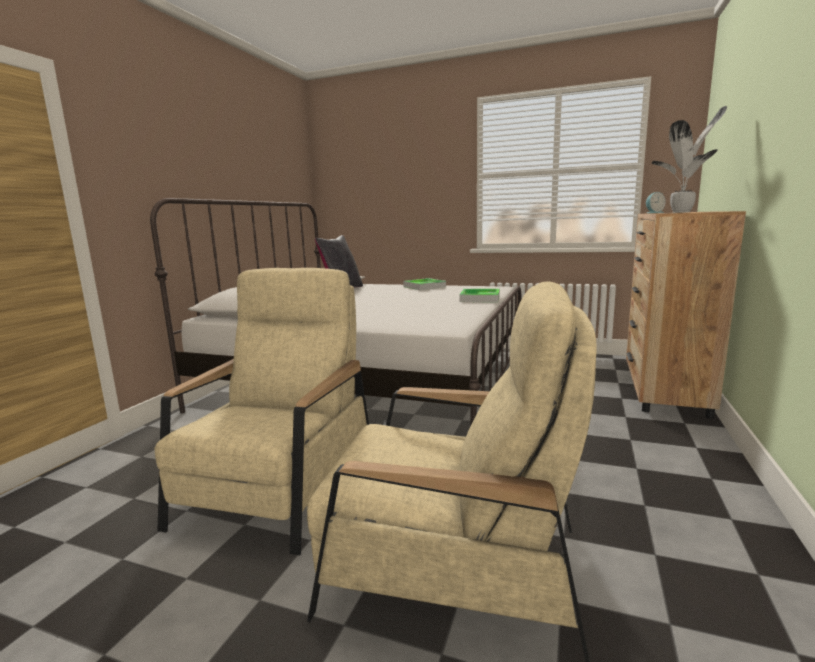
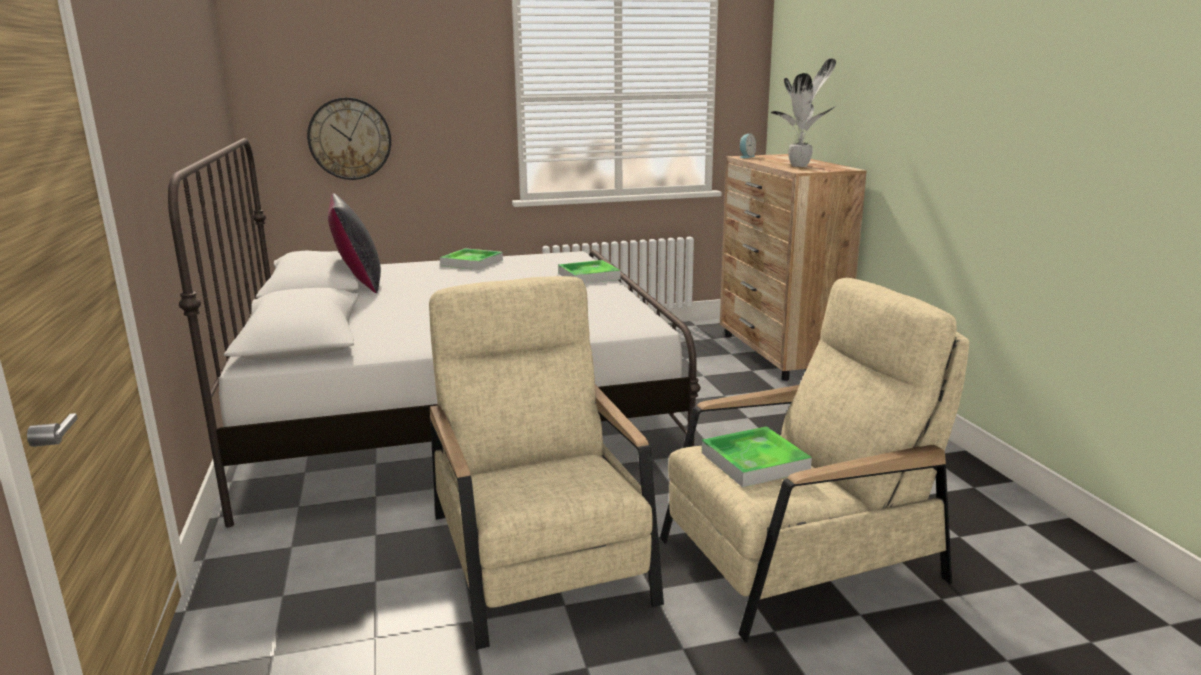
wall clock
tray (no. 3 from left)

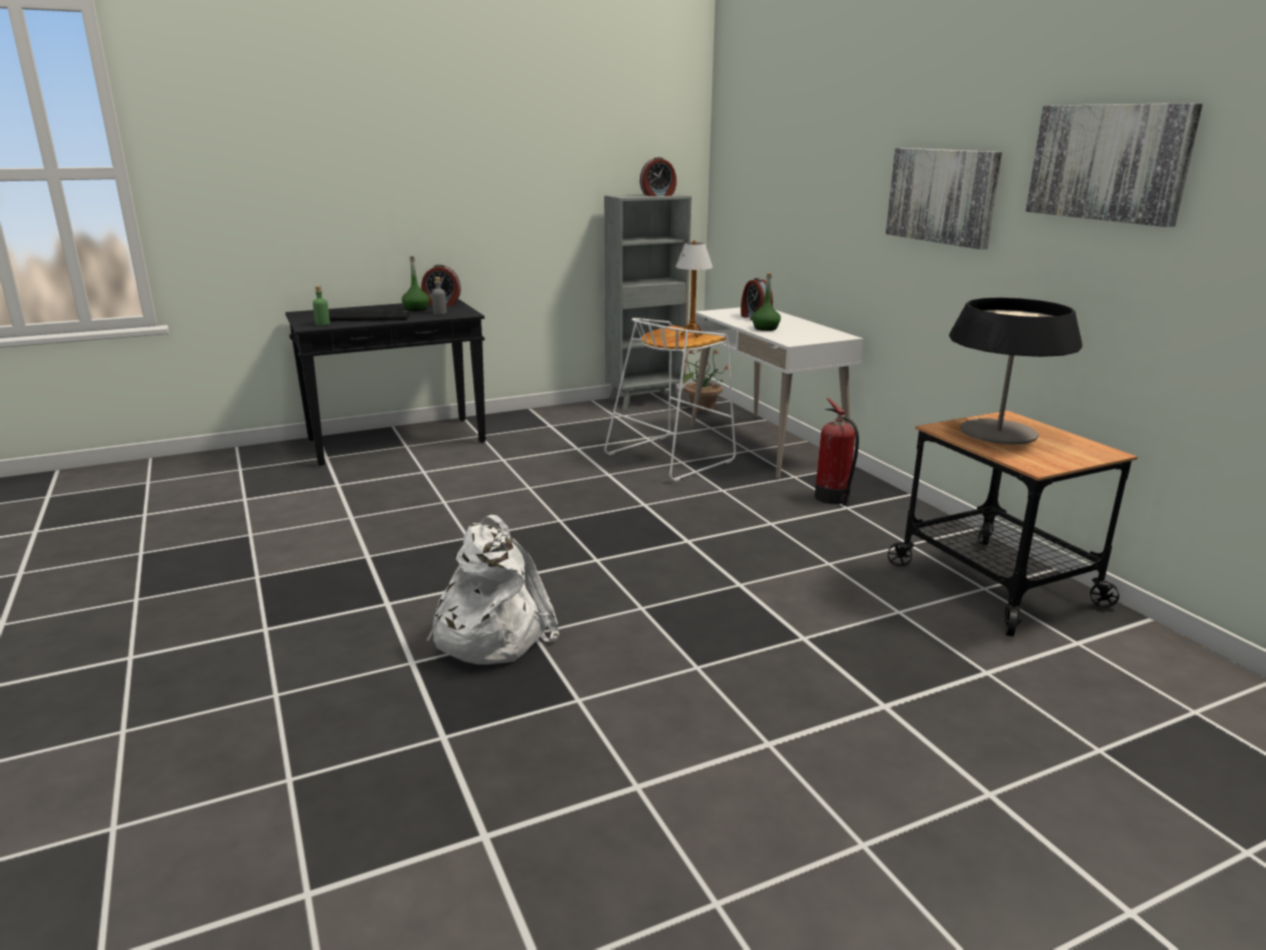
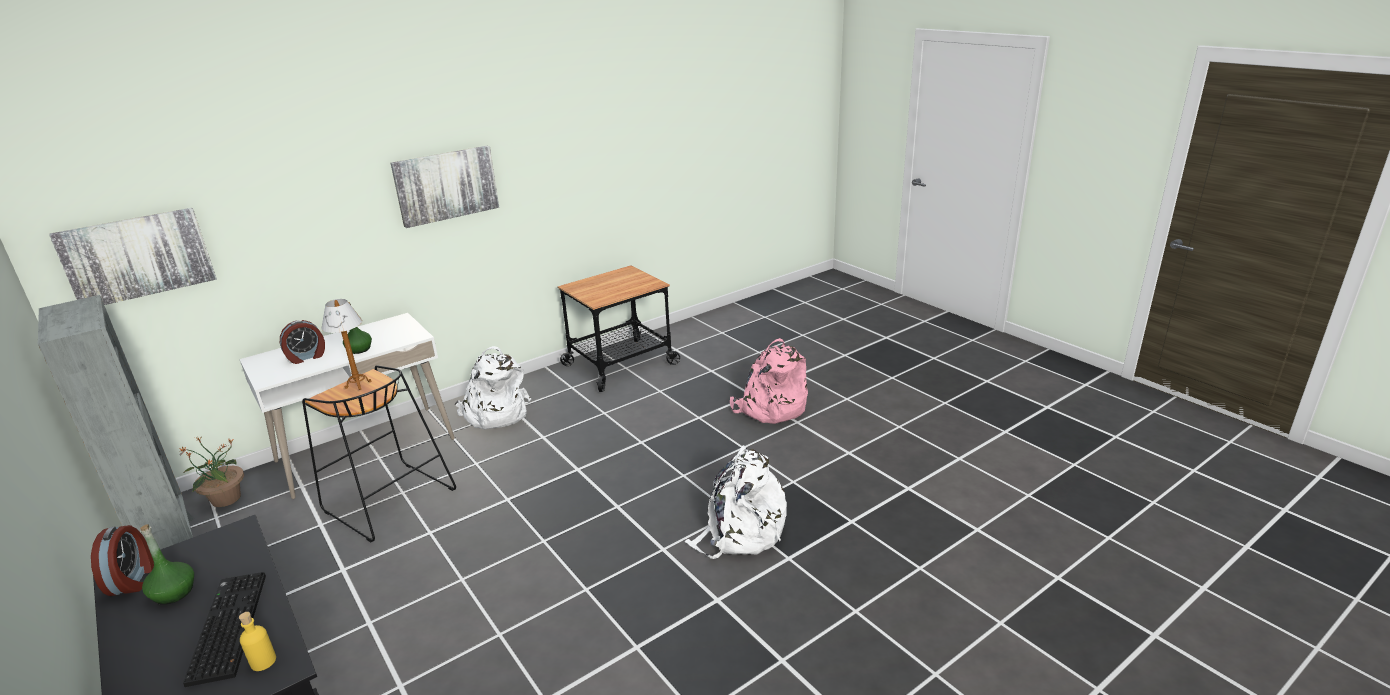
picture (no. 1 from left)
alarm clock (no. 2 from left in the first image)
bottle in grey
bottle in yellow
table lamp (no. 2 from left in the first image)
stool in black
backpack in white (no. 1 from left)
backpack in pink

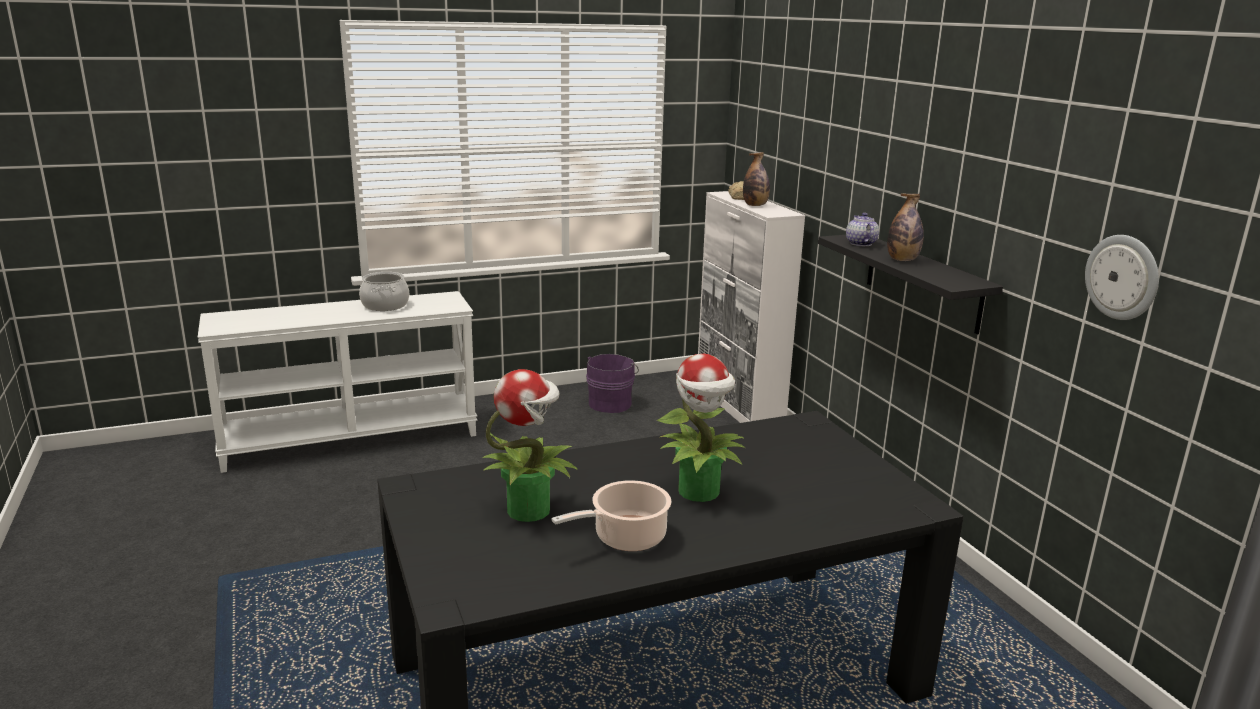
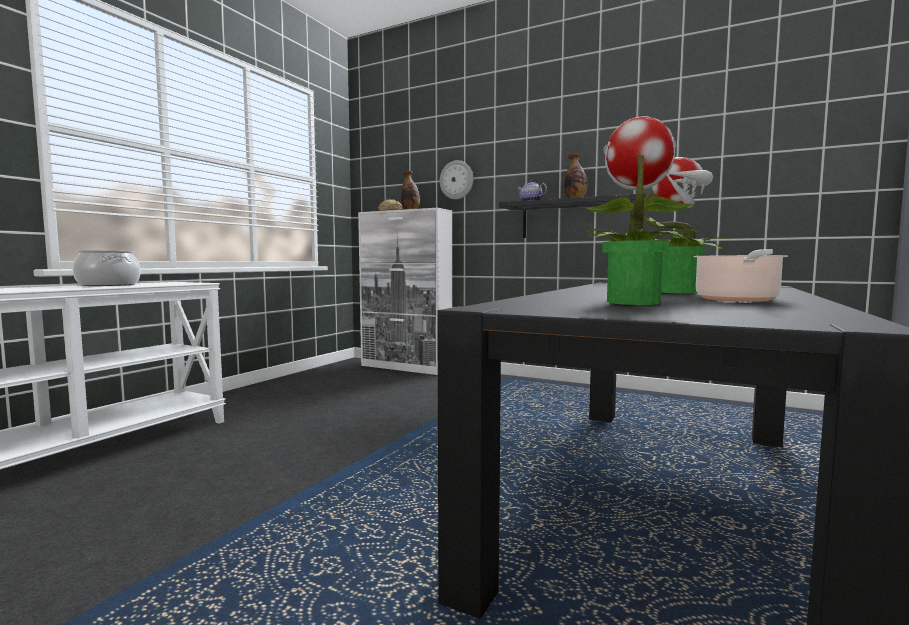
wall clock
bucket in purple

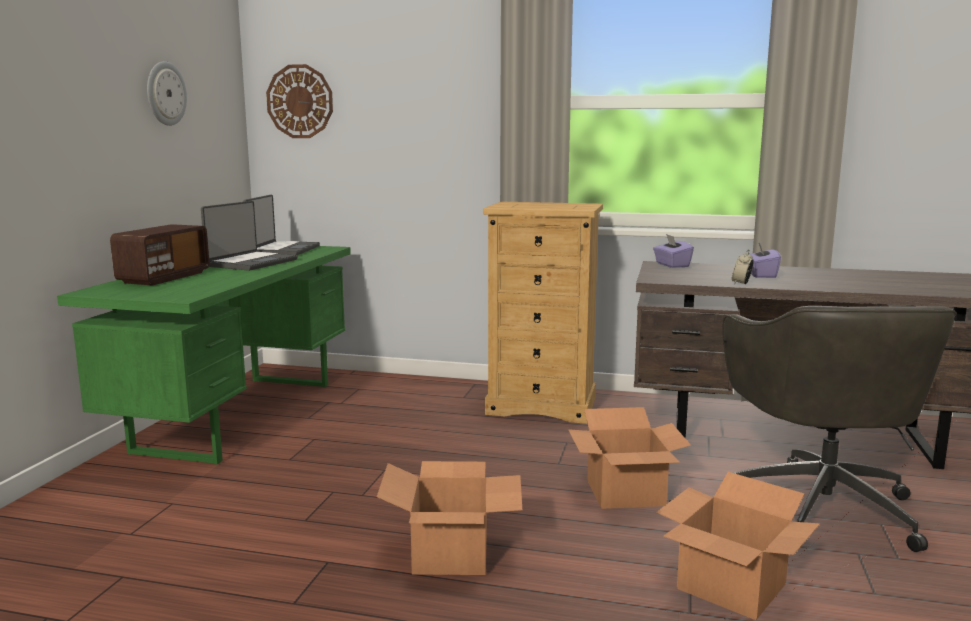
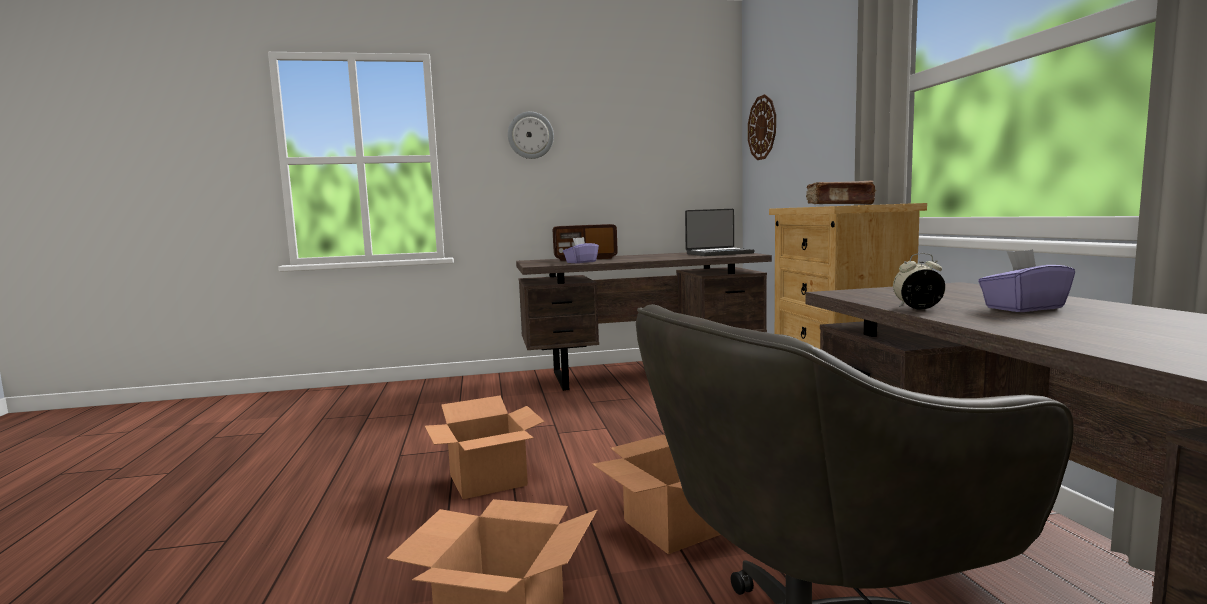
wall clock (no. 1 from left)
laptop (no. 1 from left in the first image)
tissue box in purple (no. 1 from left)
desk in brown (no. 1 from left)
book in brown

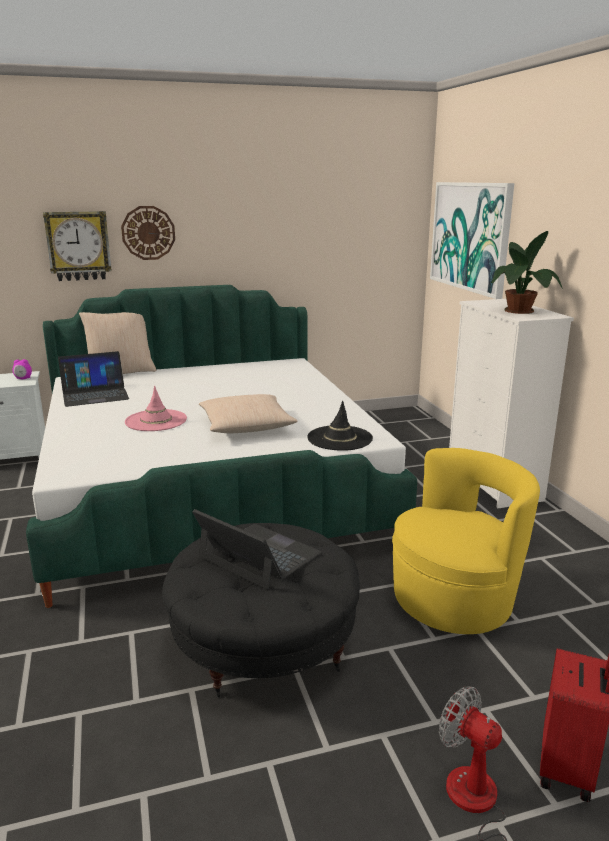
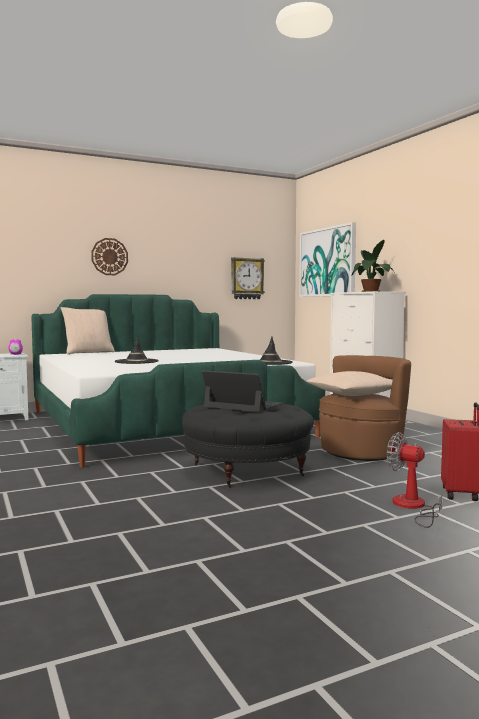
wall clock (no. 2 from left)
laptop (no. 1 from left in the first image)
hat in black (no. 1 from left)
pillow in beige (no. 2 from left)
armchair in brown

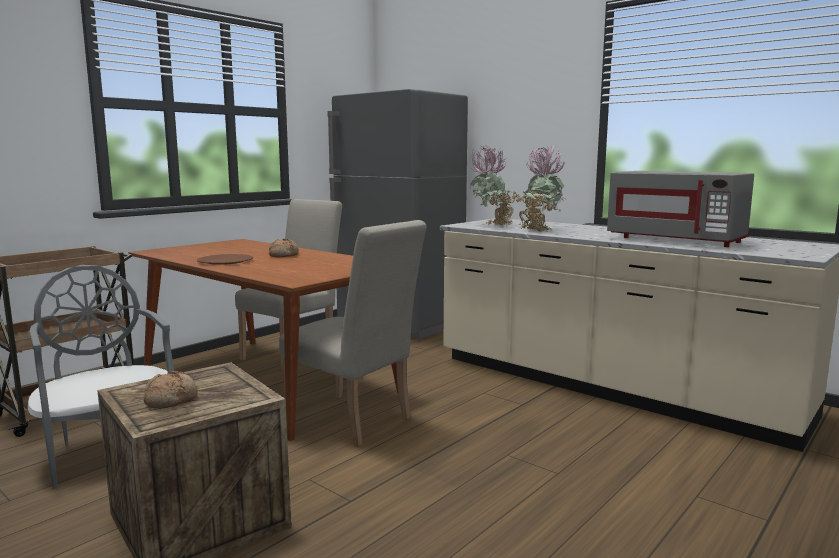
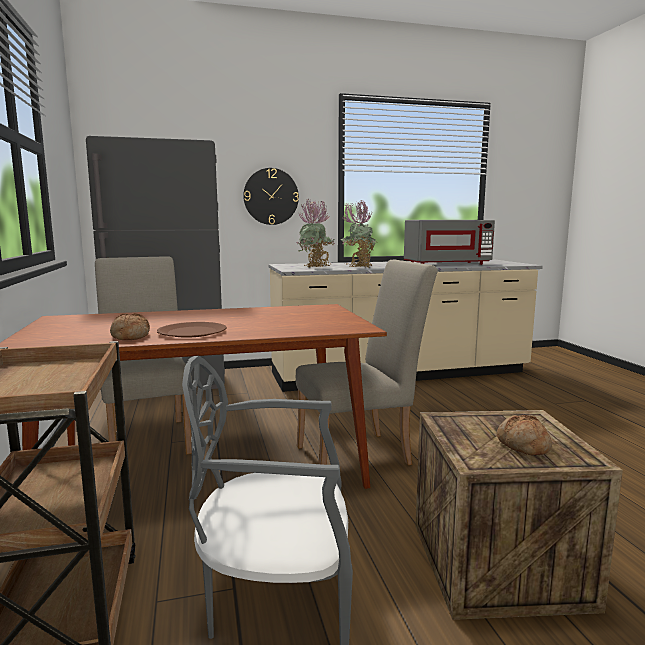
bread (no. 1 from left)
wall clock

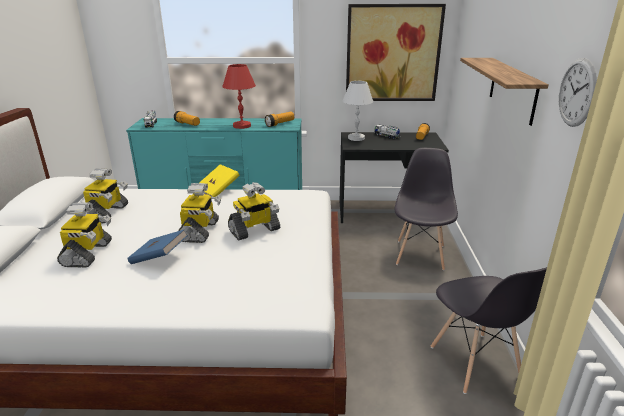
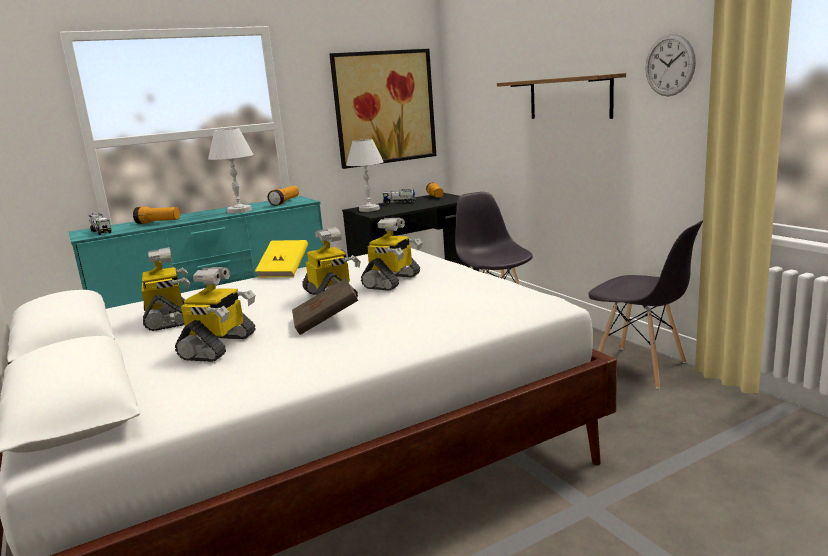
table lamp in white (no. 1 from left)
toy robot (no. 2 from left)
book in brown

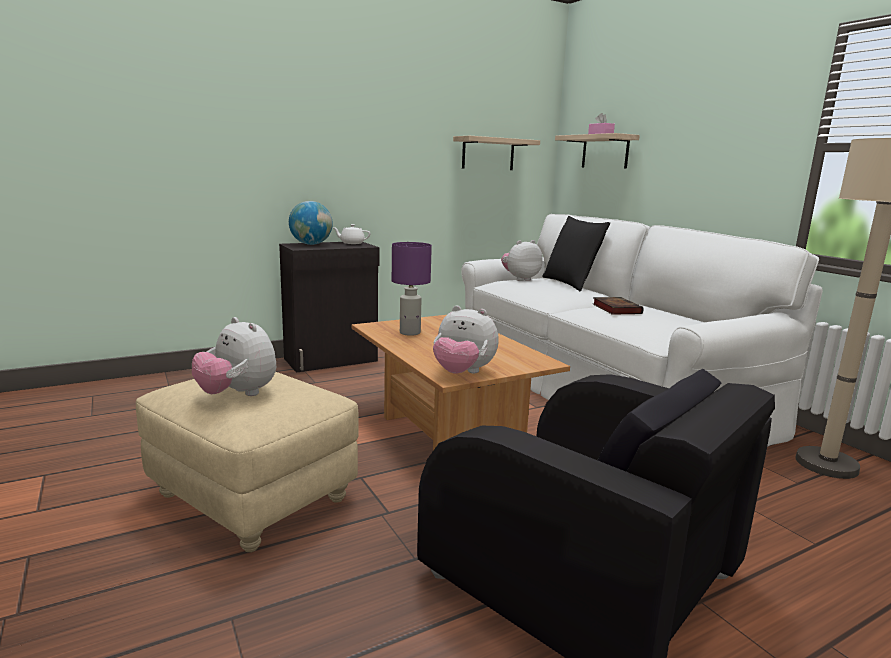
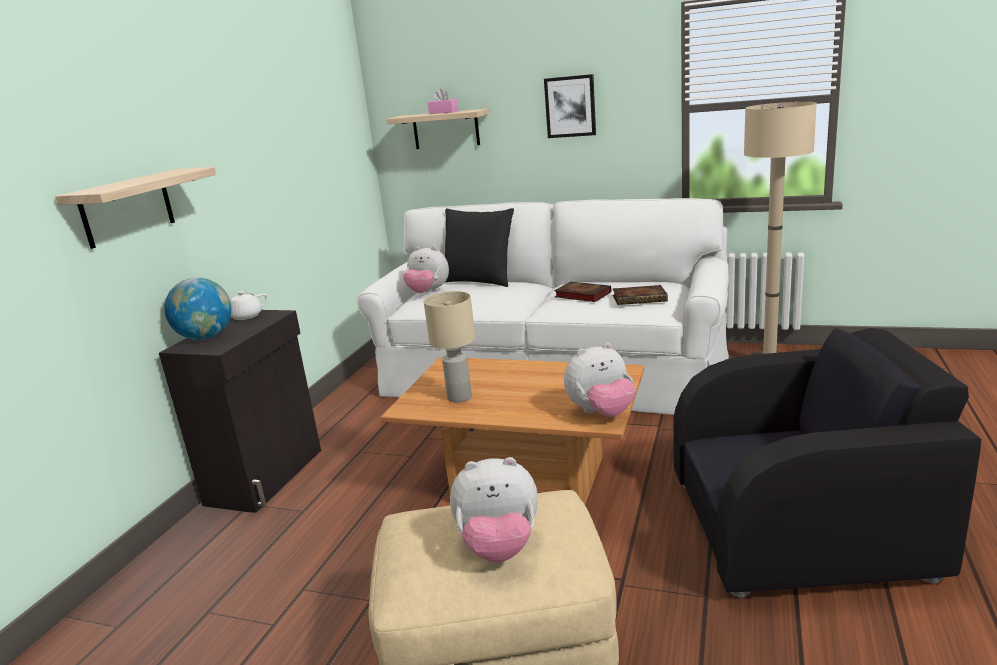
shelf (no. 1 from left)
plush toy (no. 1 from left)
table lamp in beige
picture
book (no. 2 from left)

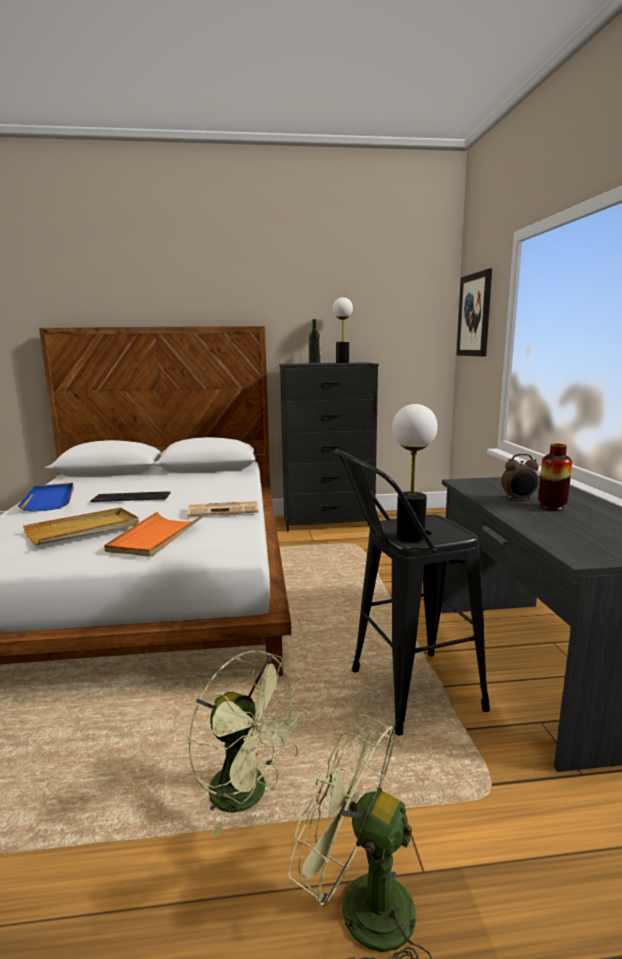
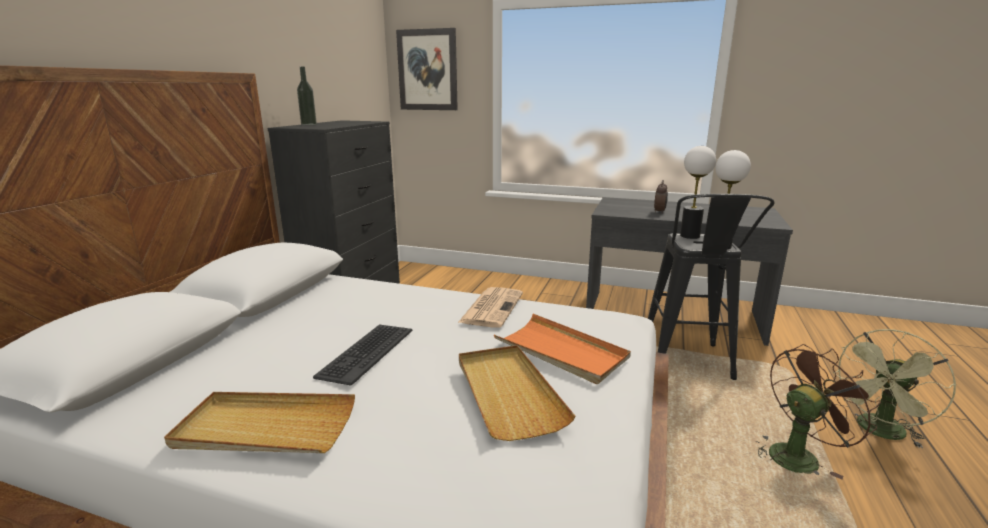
table lamp (no. 1 from left)
vase
tray in beige (no. 1 from left)
fan in brown

